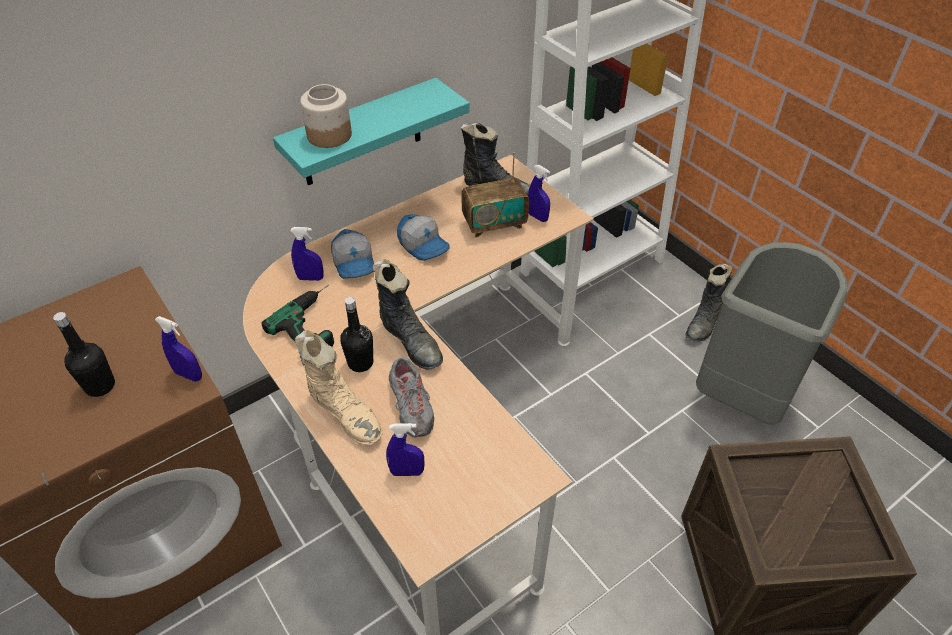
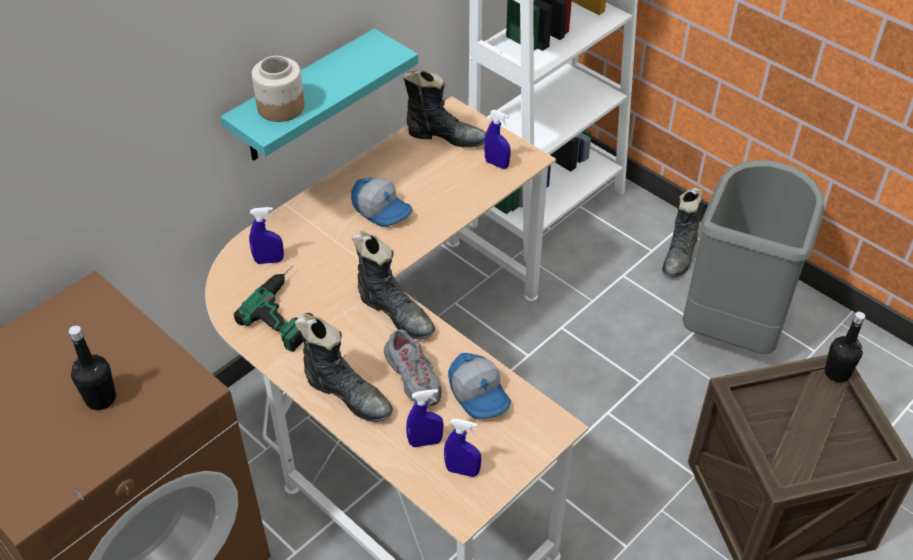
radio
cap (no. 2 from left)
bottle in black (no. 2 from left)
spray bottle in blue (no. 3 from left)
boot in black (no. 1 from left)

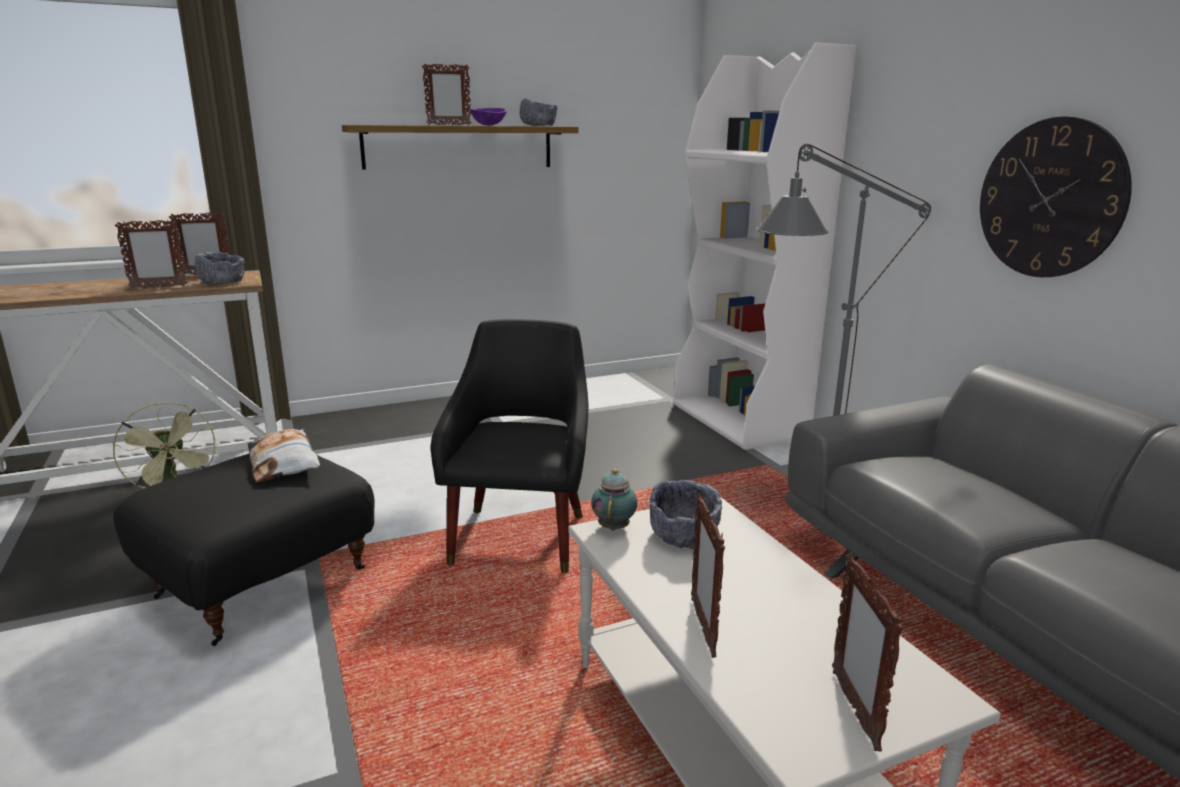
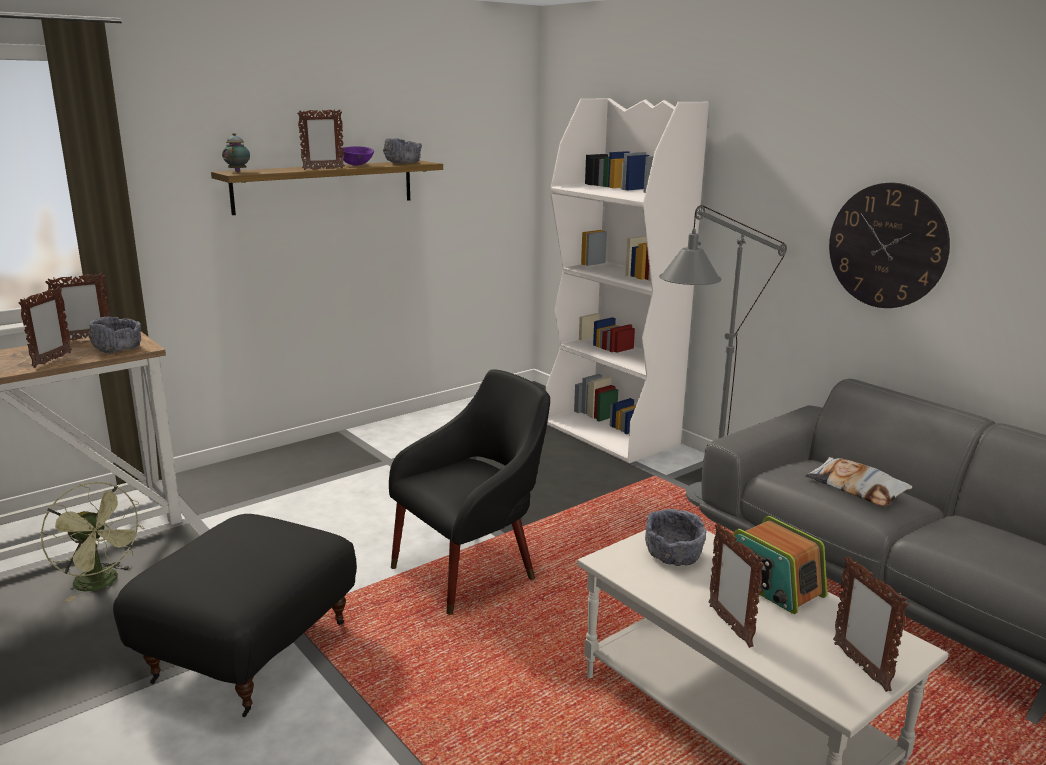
picture frame (no. 1 from left)
armchair in black
pillow
teapot
radio

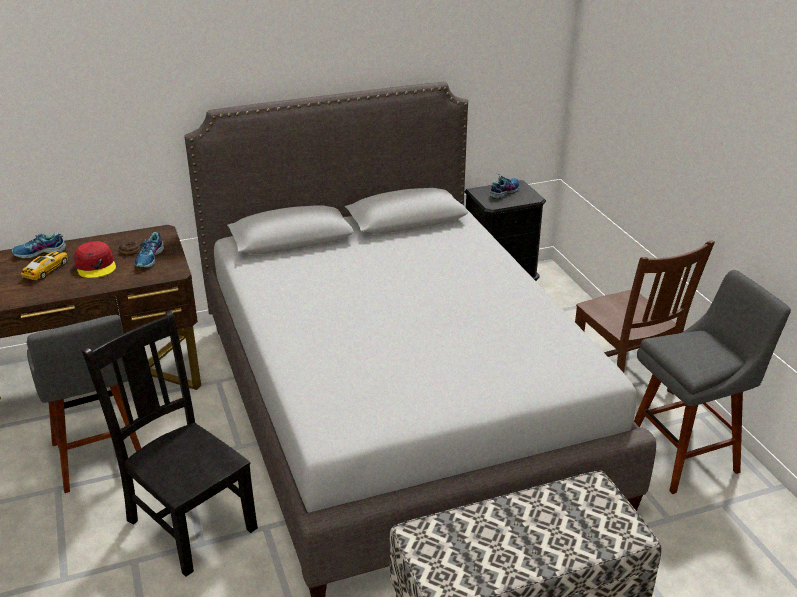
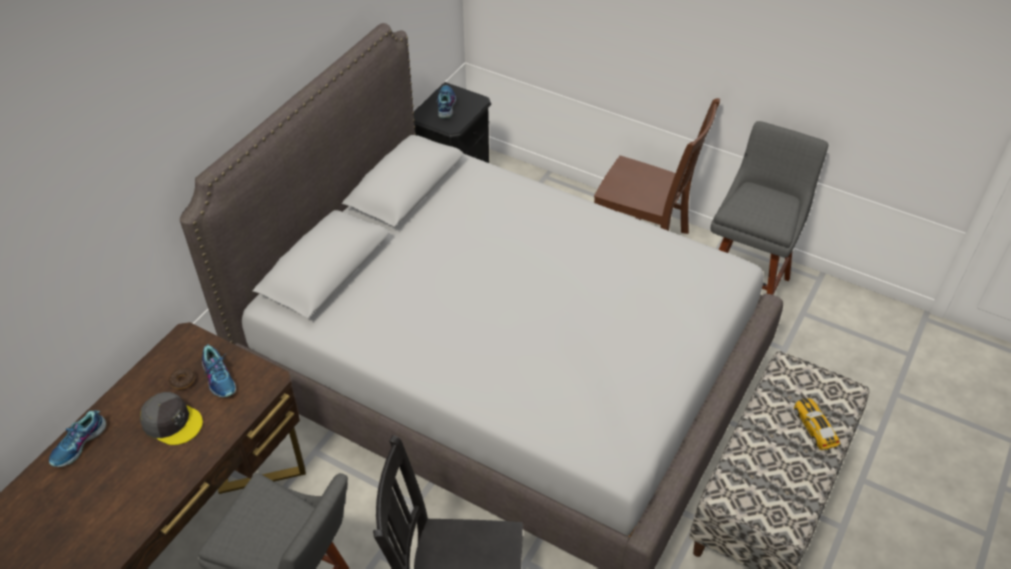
cap in grey
toy car

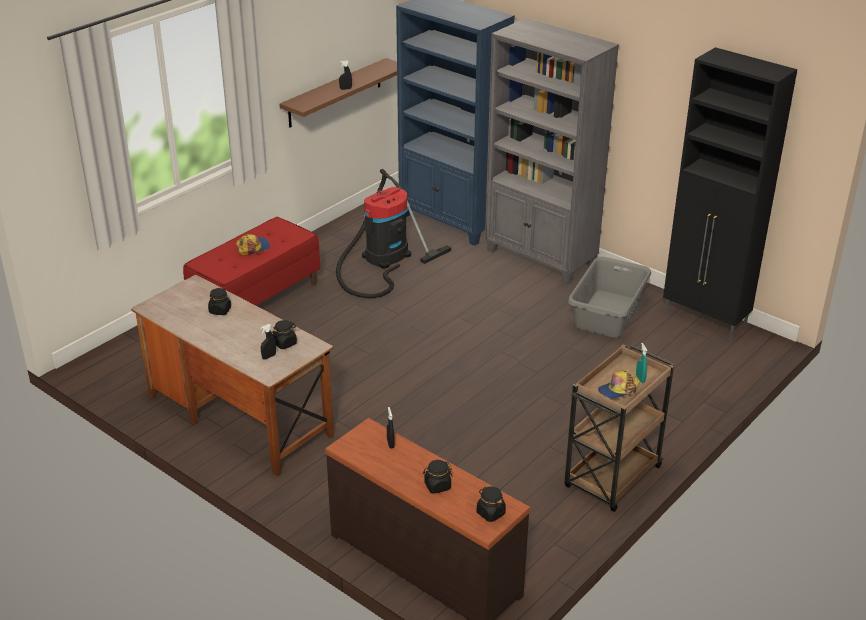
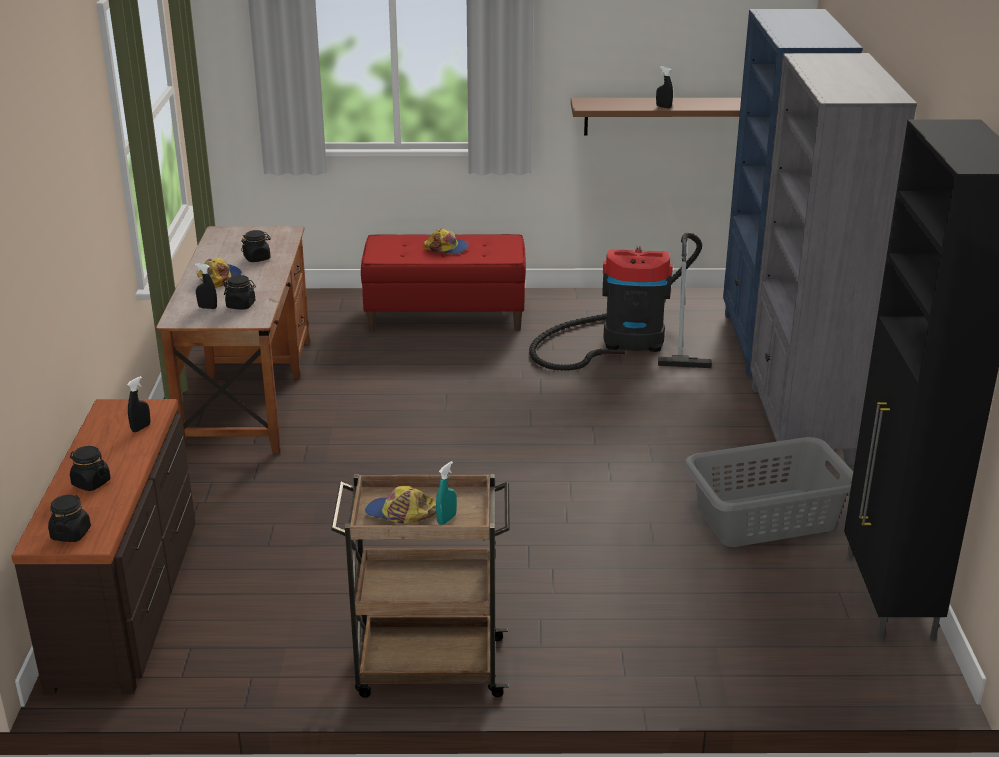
cap (no. 1 from left)

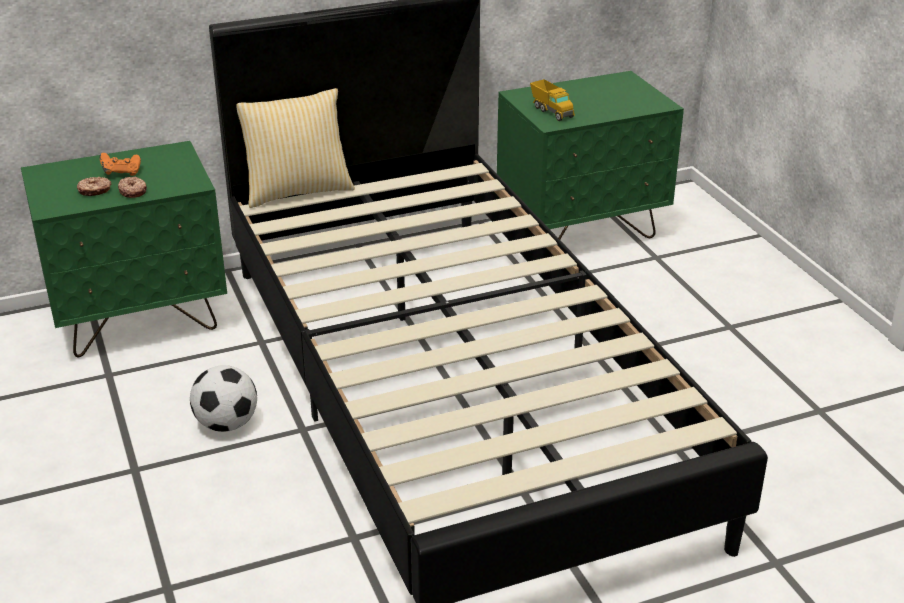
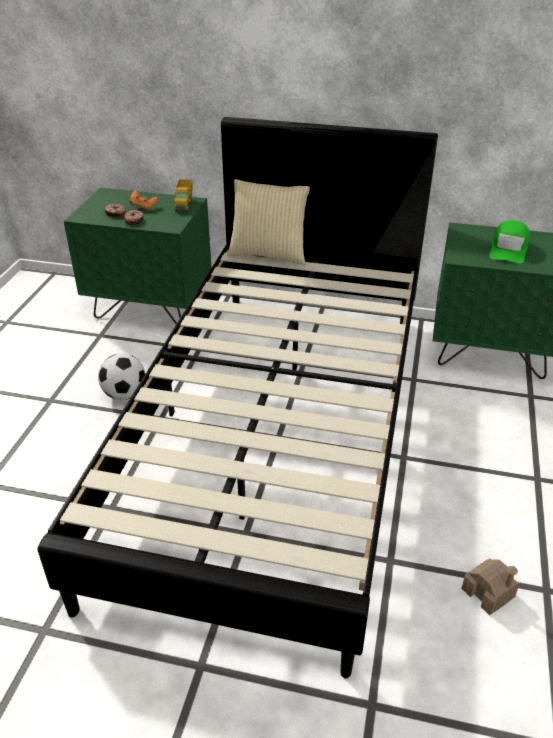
toy truck
cap in green
toy house

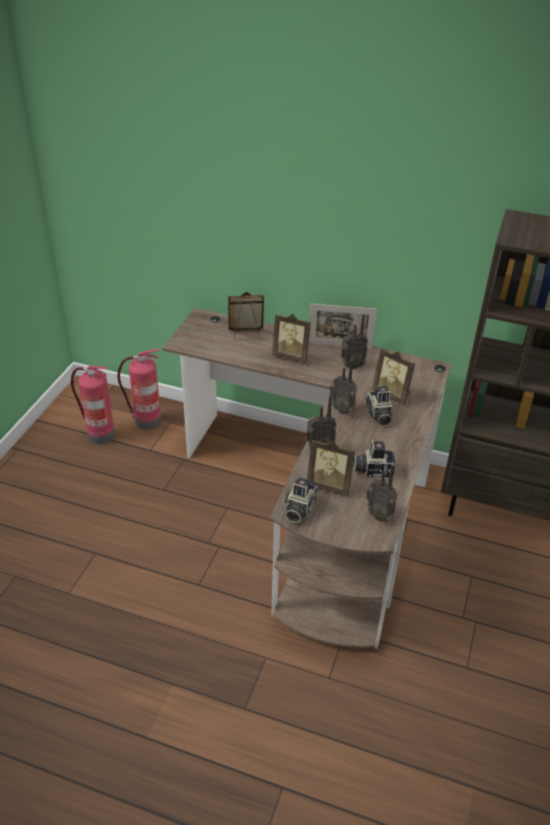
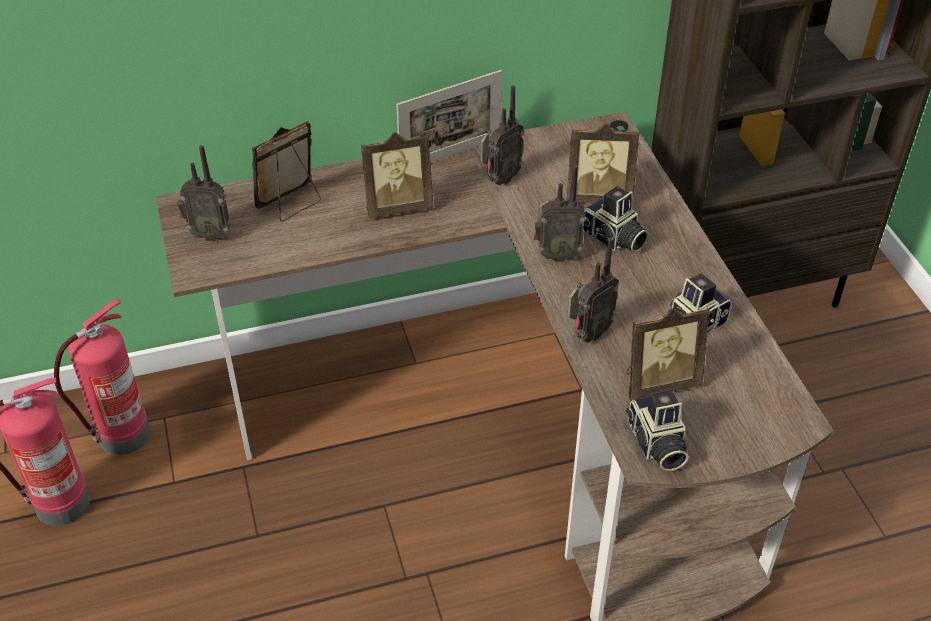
radio (no. 1 from left)

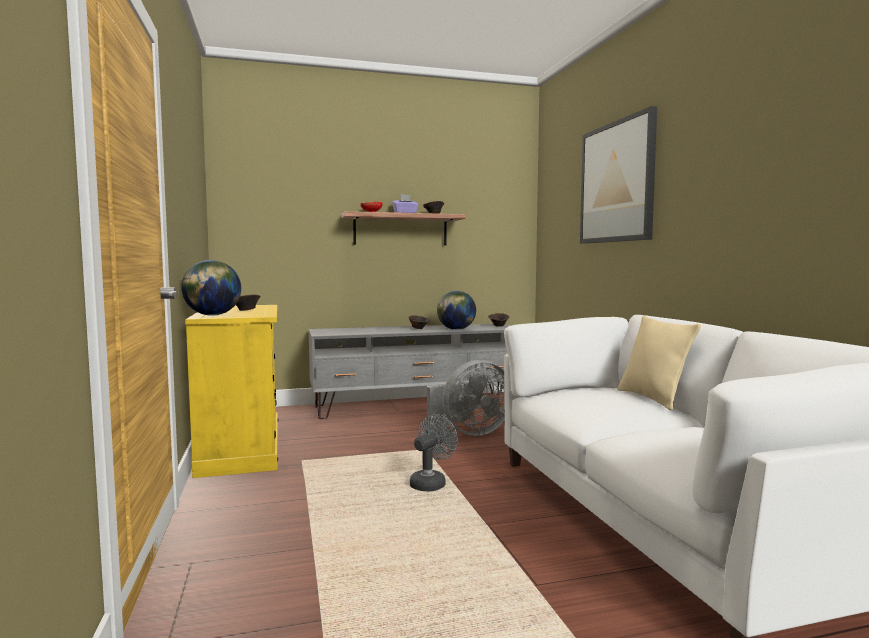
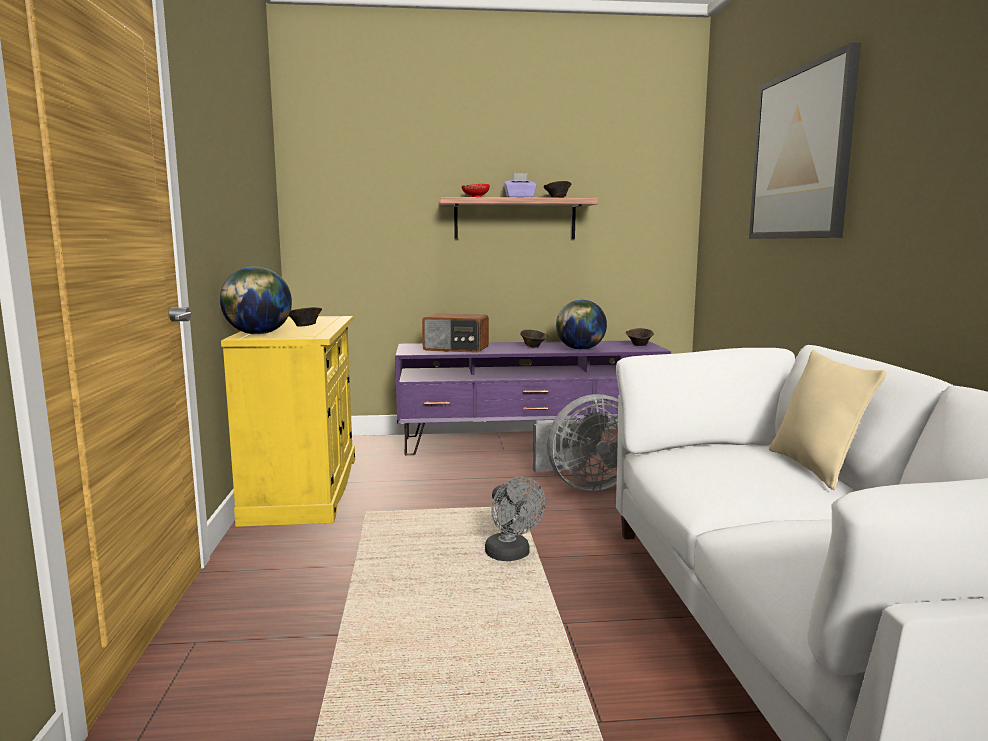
tv stand in purple
fan in grey (no. 1 from left)
radio

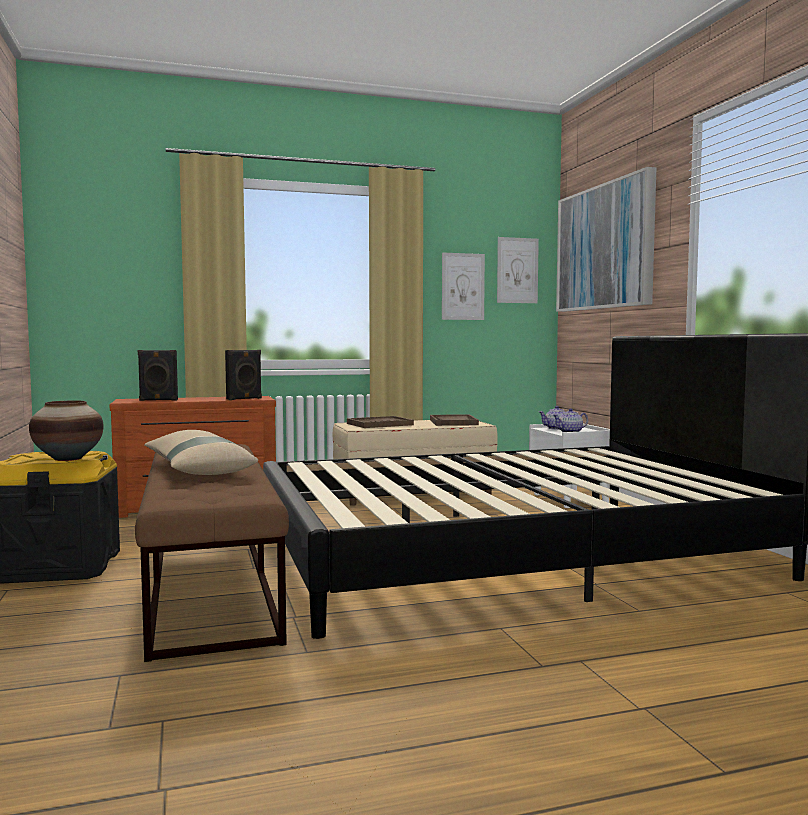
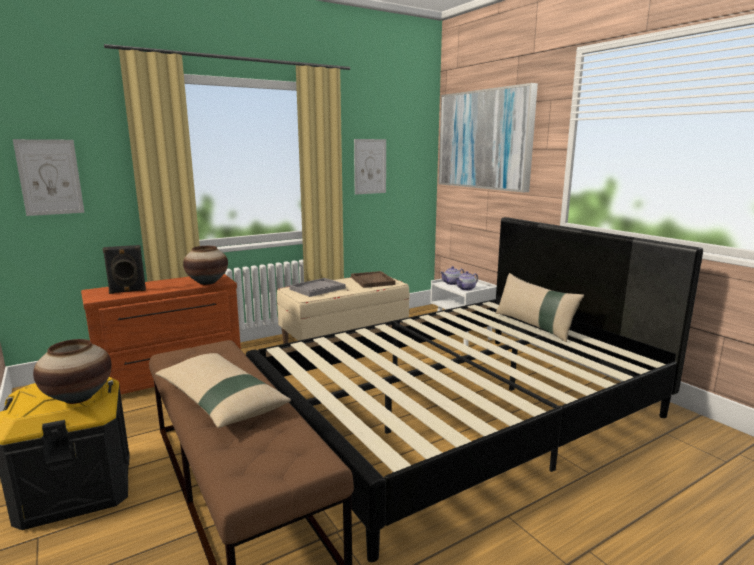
picture (no. 1 from left)
vase (no. 2 from left)
tray in grey
pillow in beige (no. 2 from left)

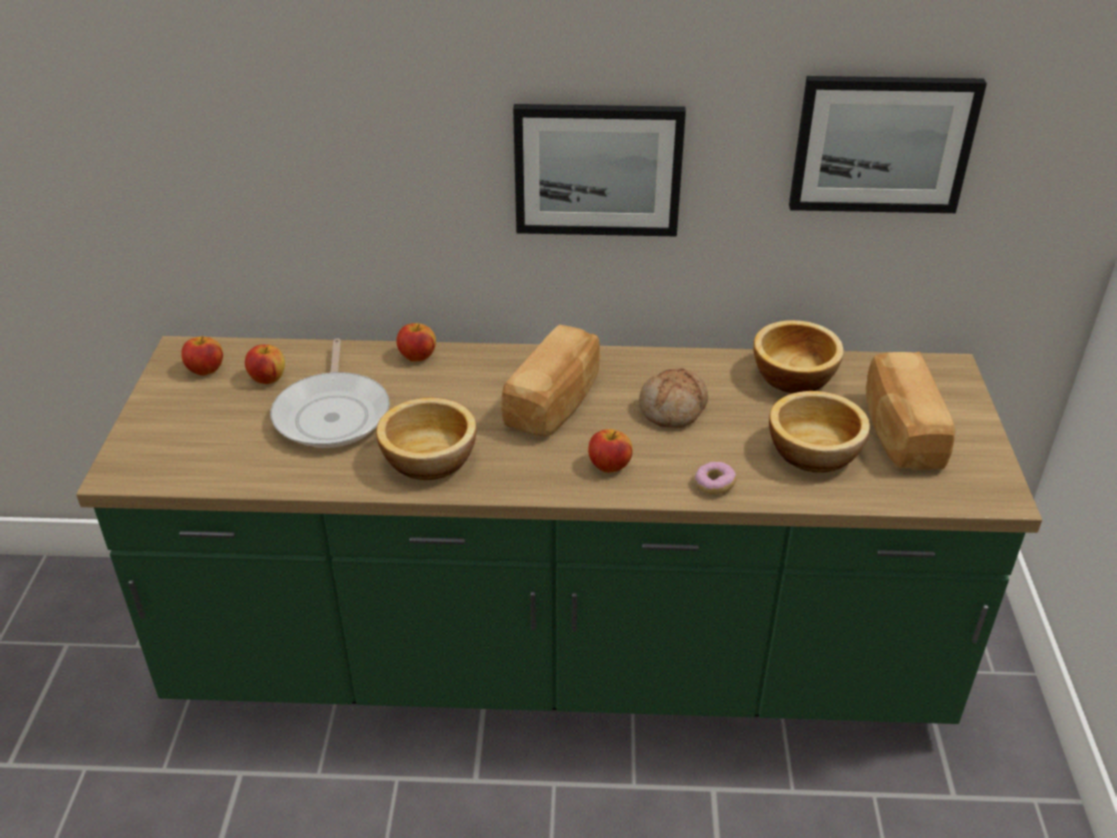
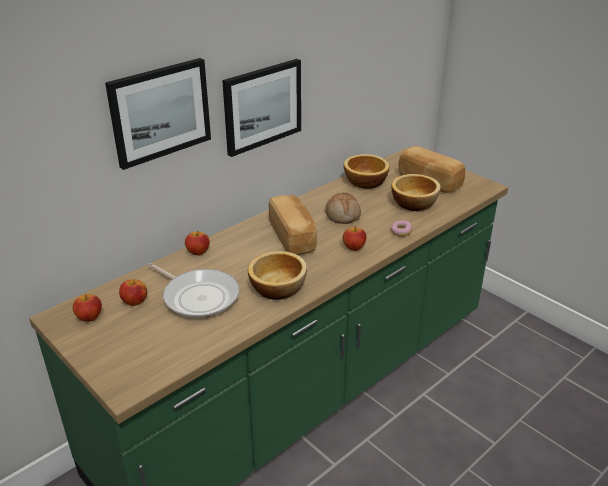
picture (no. 1 from left)

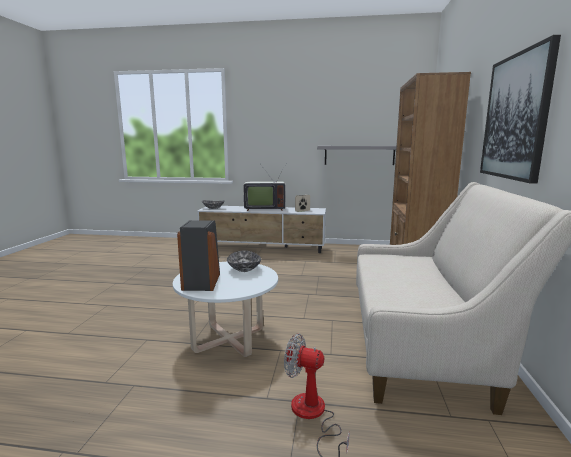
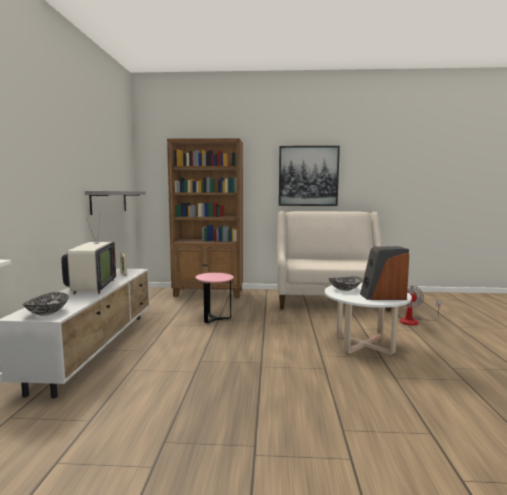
side table in pink

